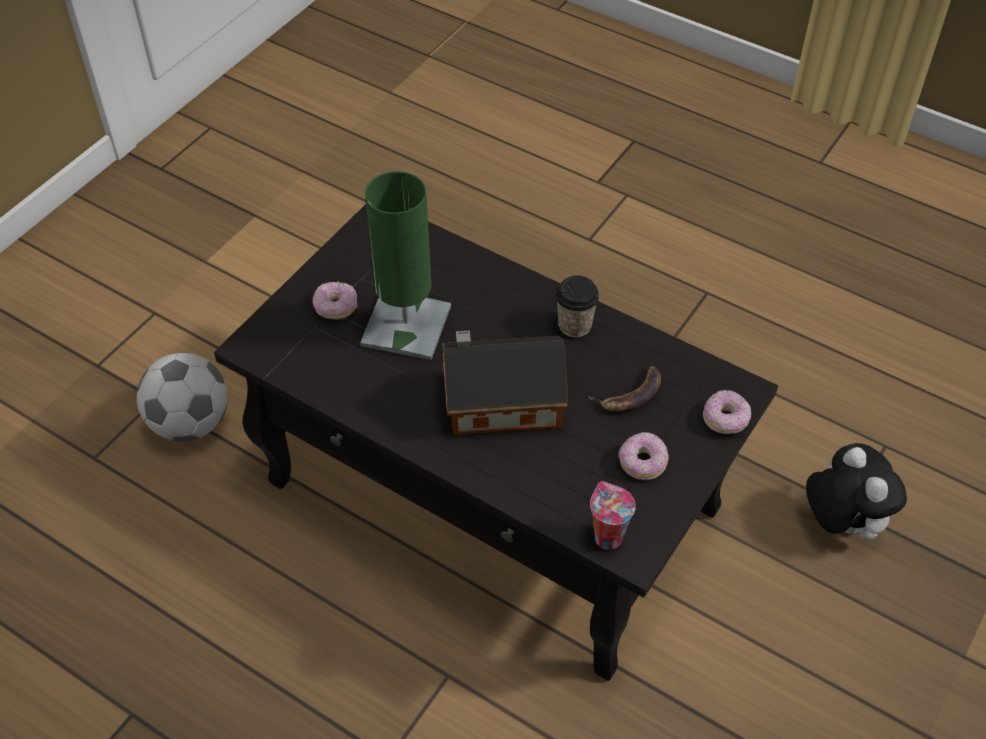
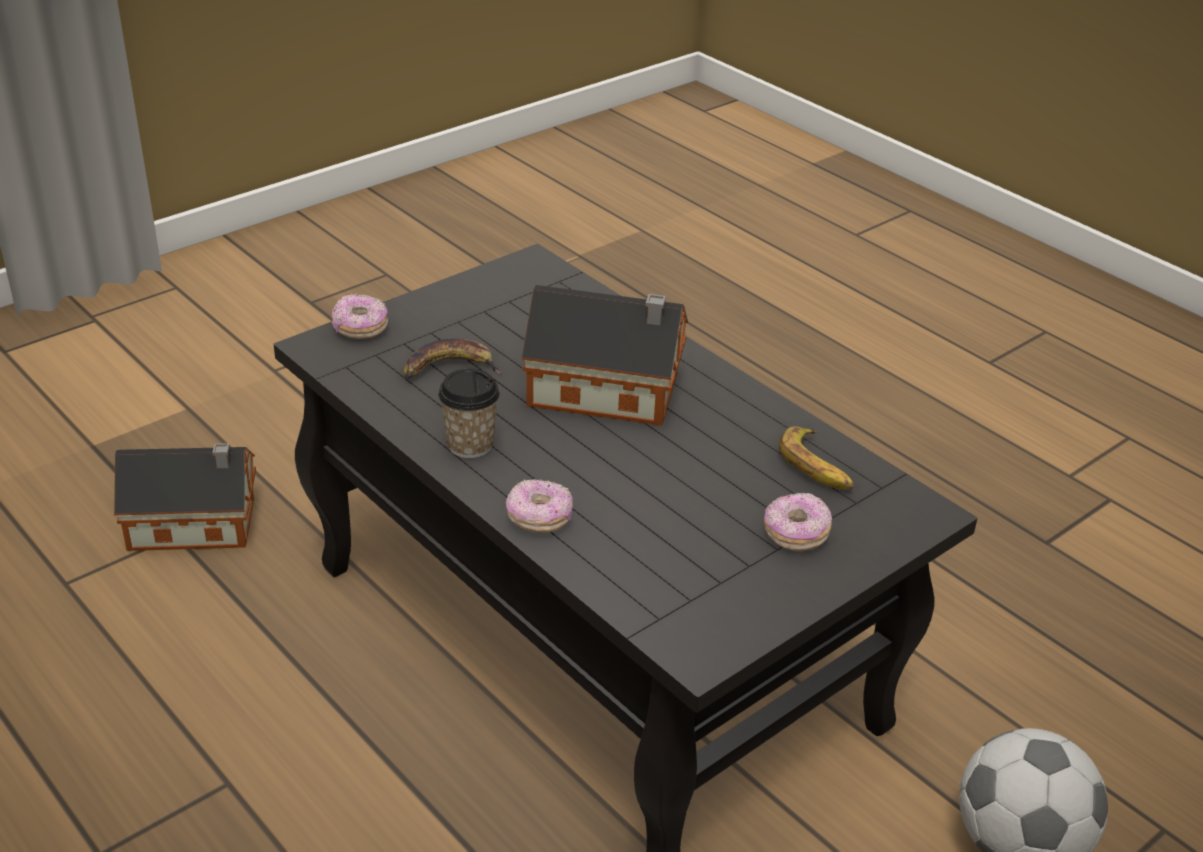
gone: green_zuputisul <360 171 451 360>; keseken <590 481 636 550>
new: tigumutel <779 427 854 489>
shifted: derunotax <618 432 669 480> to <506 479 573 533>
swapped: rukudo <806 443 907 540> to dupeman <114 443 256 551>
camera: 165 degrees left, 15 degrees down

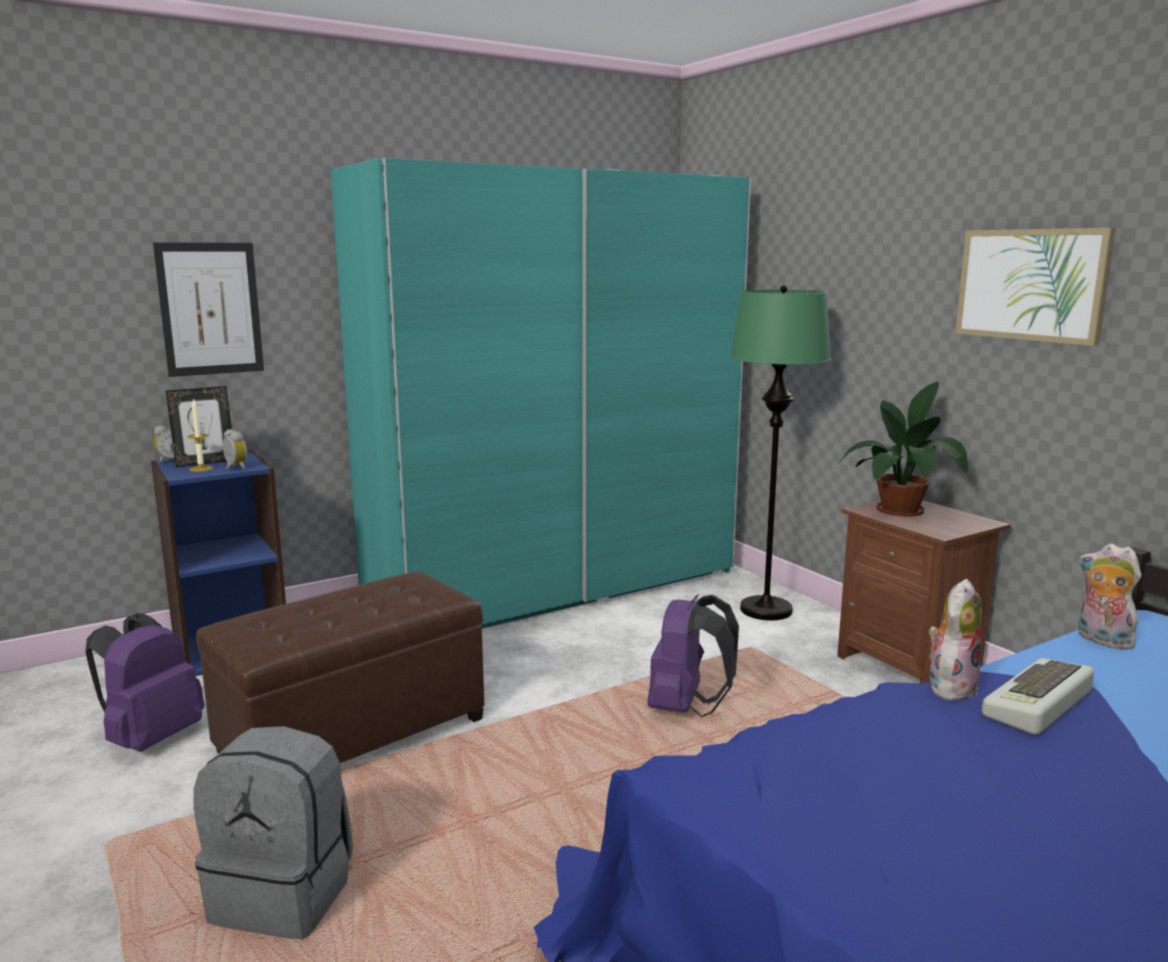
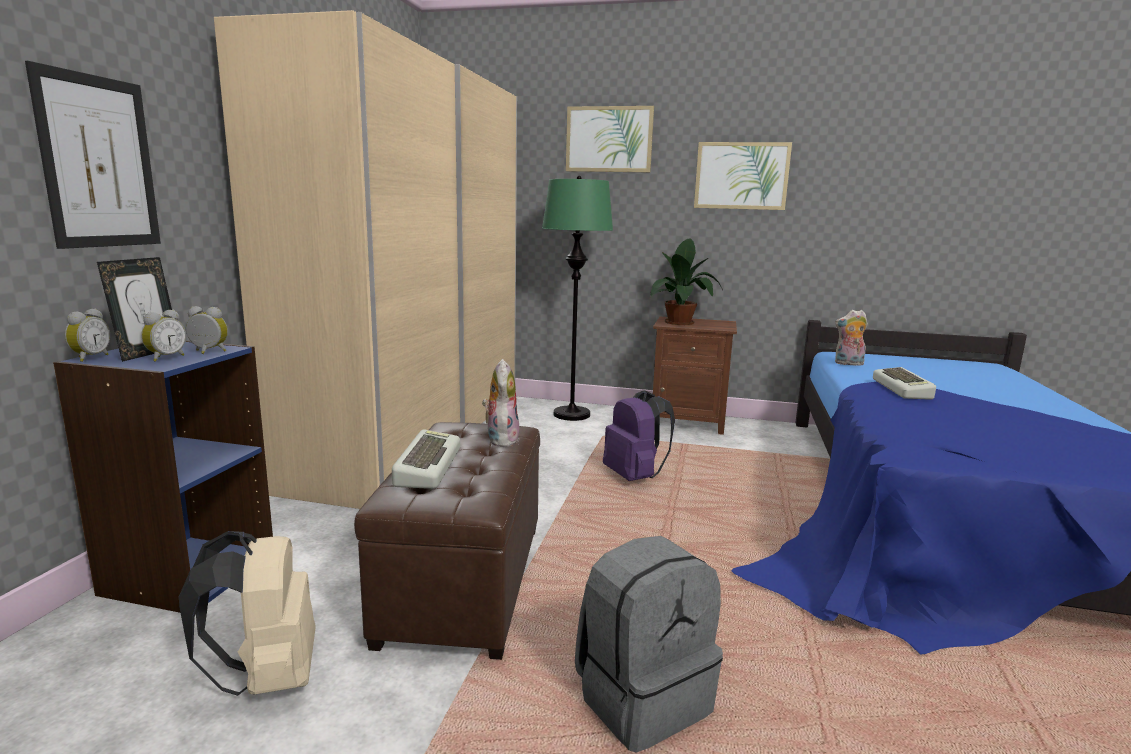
new: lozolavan <392 429 460 489>; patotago <566 106 654 172>
shifted: rukudo <928 579 982 701> to <482 359 520 447>
swapped: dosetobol <187 398 213 472> to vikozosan <141 310 186 362>
repainted: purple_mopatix <85 613 205 752> to beige_mopatix <179 531 315 696>; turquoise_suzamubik <331 158 751 628> to beige_suzamubik <214 10 517 509>
camera: 45 degrees left, 0 degrees up

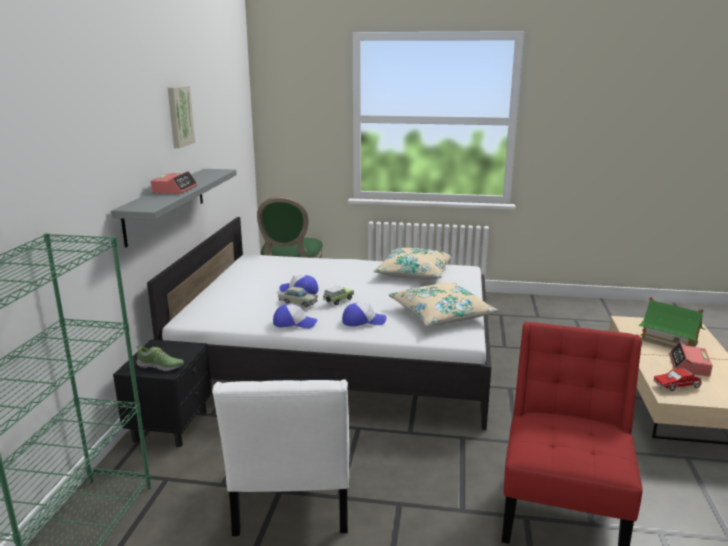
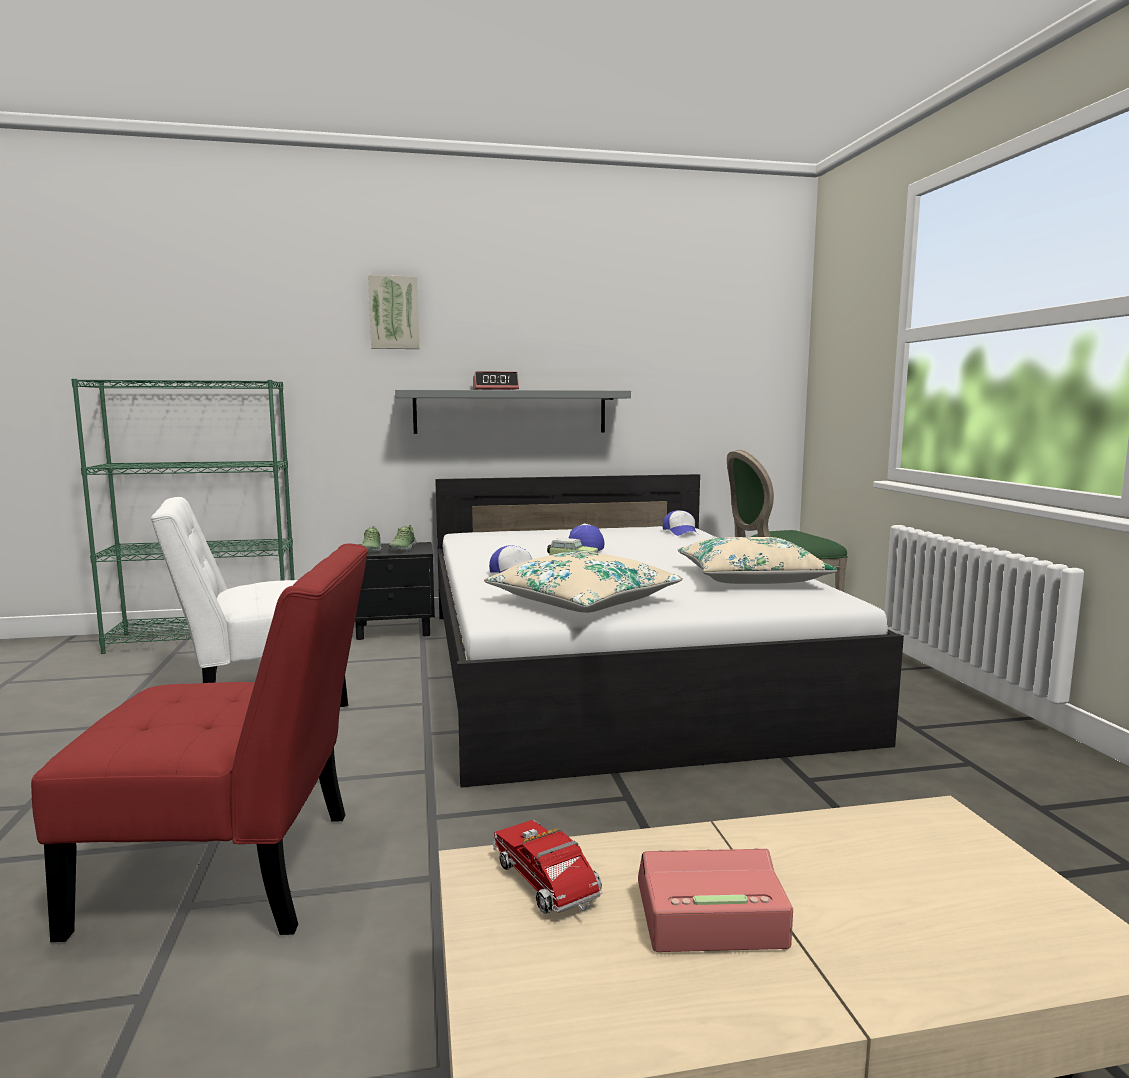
gone: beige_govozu <278 287 318 307>; dupeman <638 297 704 349>
new: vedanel <388 525 417 551>
shifted: patotago <168 86 195 148> to <368 275 419 349>; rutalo <273 304 318 329> to <662 510 698 536>
camera: 70 degrees right, 10 degrees down

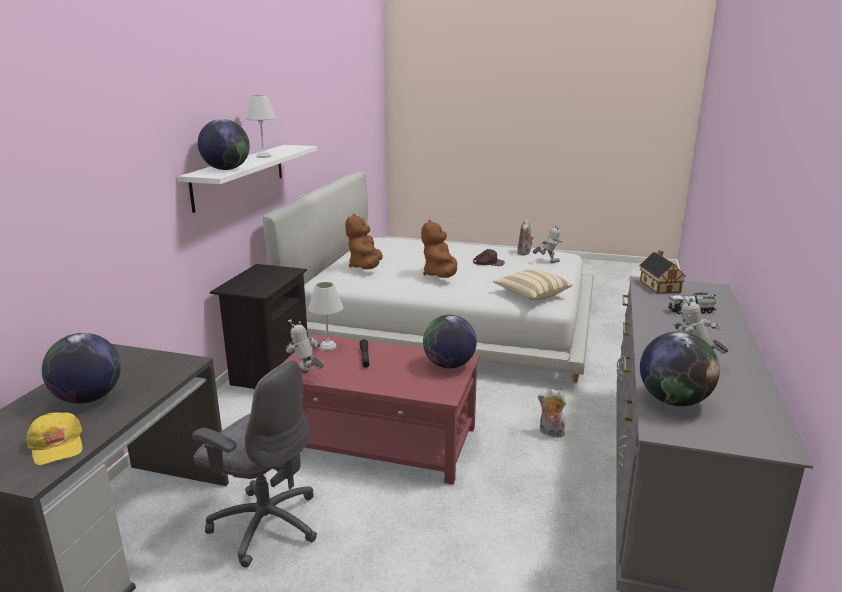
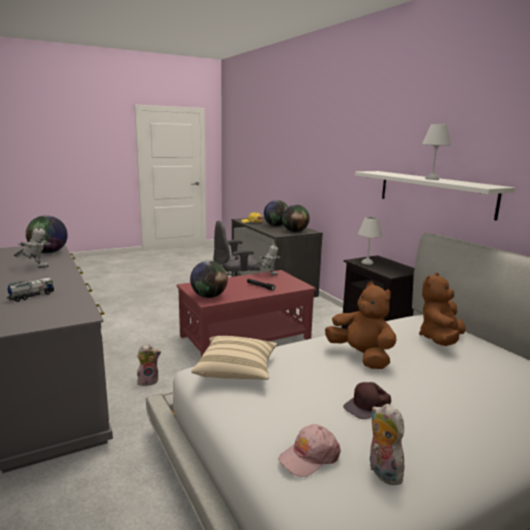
gone: dupeman <639 250 686 294>
shifted: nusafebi <198 119 250 170> to <282 205 310 232>; white_zuputisul <308 282 343 351> to <358 217 382 265>
swapped: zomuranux <533 226 562 263> to pink_rutalo <278 424 341 477>
rotated: brown_rukudo <345 214 383 269> = <419 273 466 346> 105 degrees counterclockwise
camera: 135 degrees right, 5 degrees down

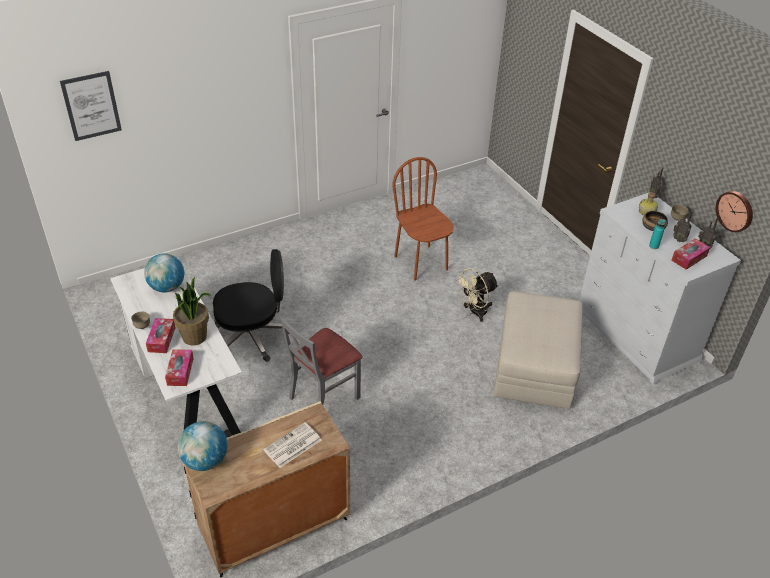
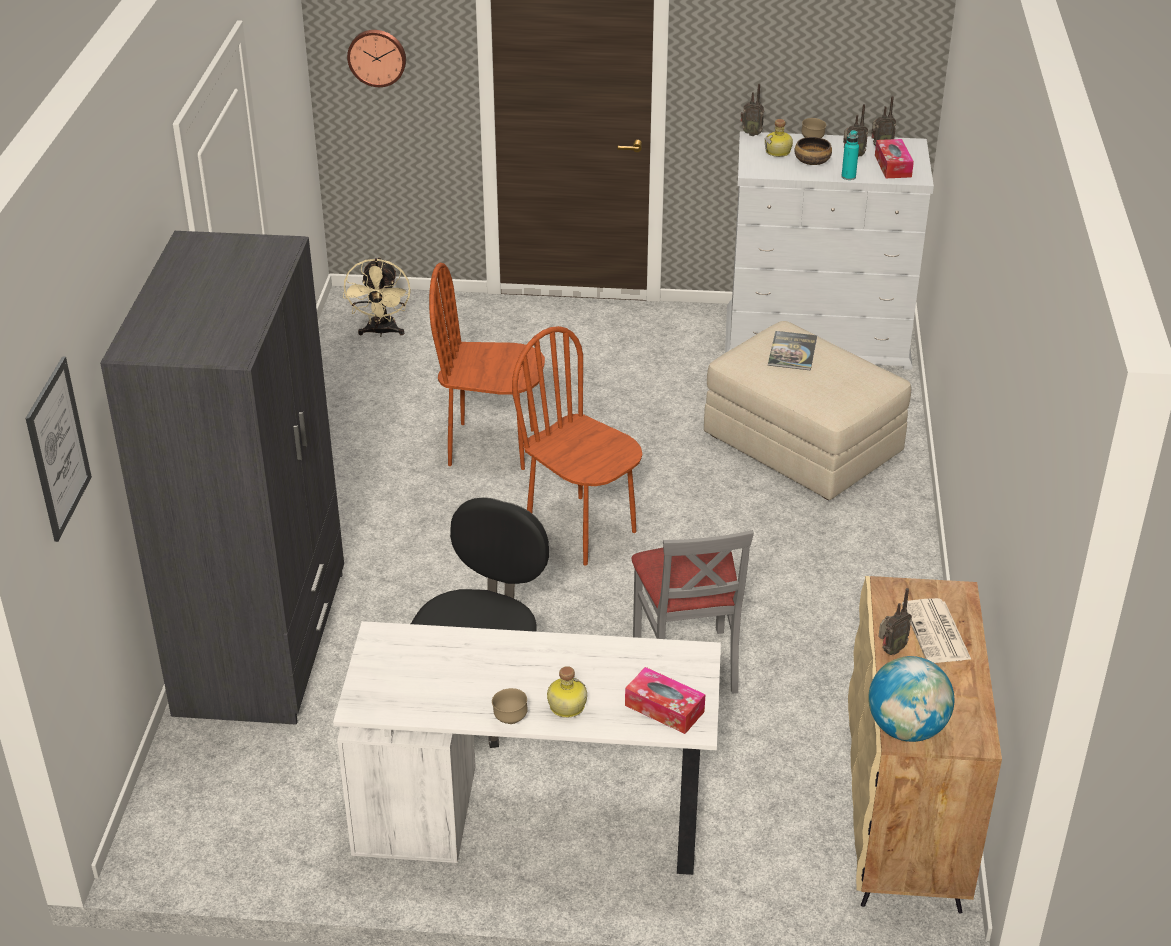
gone: nusafebi <144 254 184 292>; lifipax <173 277 211 345>
new: grey_suzamubik <100 231 344 725>; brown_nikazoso <512 326 643 566>; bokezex <768 331 817 370>; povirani <878 588 912 655>
shifted: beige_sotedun <455 268 499 322> to <343 257 411 337>; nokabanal <716 191 753 232> to <347 30 406 87>
swapped: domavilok <146 318 175 353> to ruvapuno <547 666 587 718>
camera: 55 degrees left, 5 degrees down

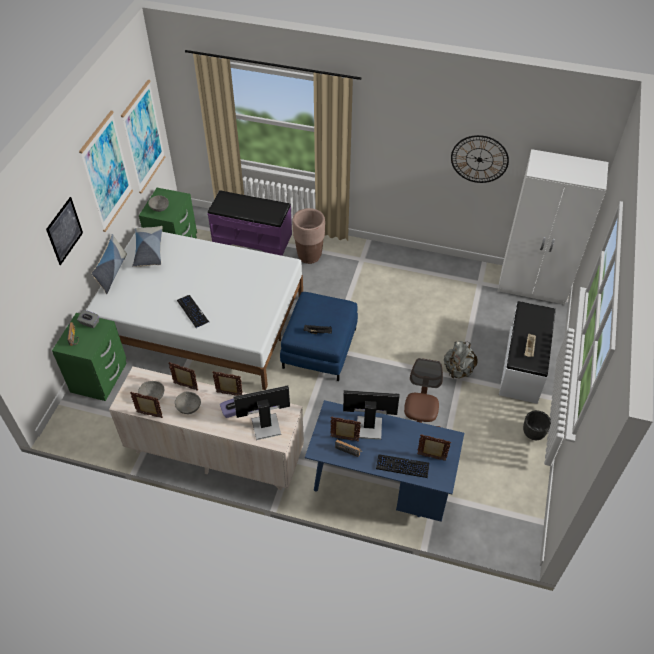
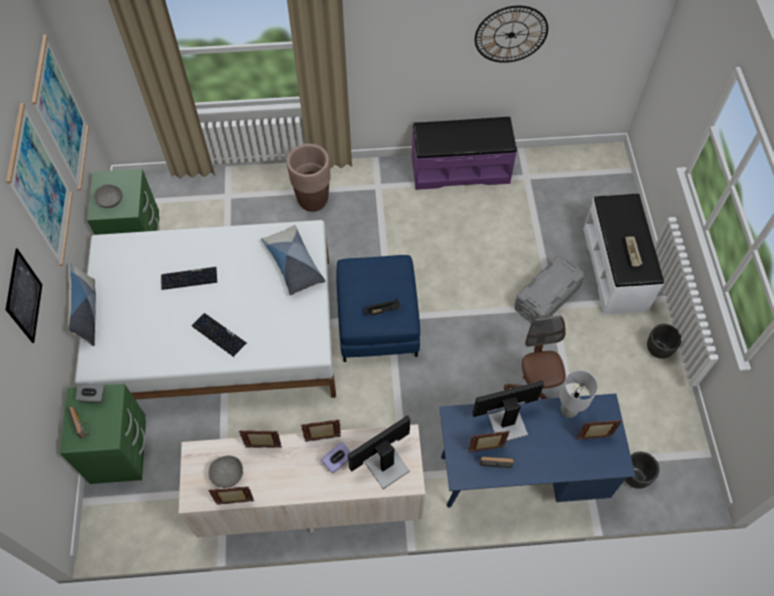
gone: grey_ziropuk <175 391 201 414>; white_suzamubik <497 149 608 305>
new: grey_zuputisul <560 370 598 418>; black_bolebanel <625 452 660 489>
shifted: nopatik <132 226 163 267> to <261 225 325 295>; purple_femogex <207 190 292 256> to <412 117 517 190>; lozolavan <376 454 430 478> to <161 267 218 290>
swapped: grey_mopatix <444 341 478 379> to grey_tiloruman <515 256 584 323>
camera: 20 degrees left, 10 degrees up

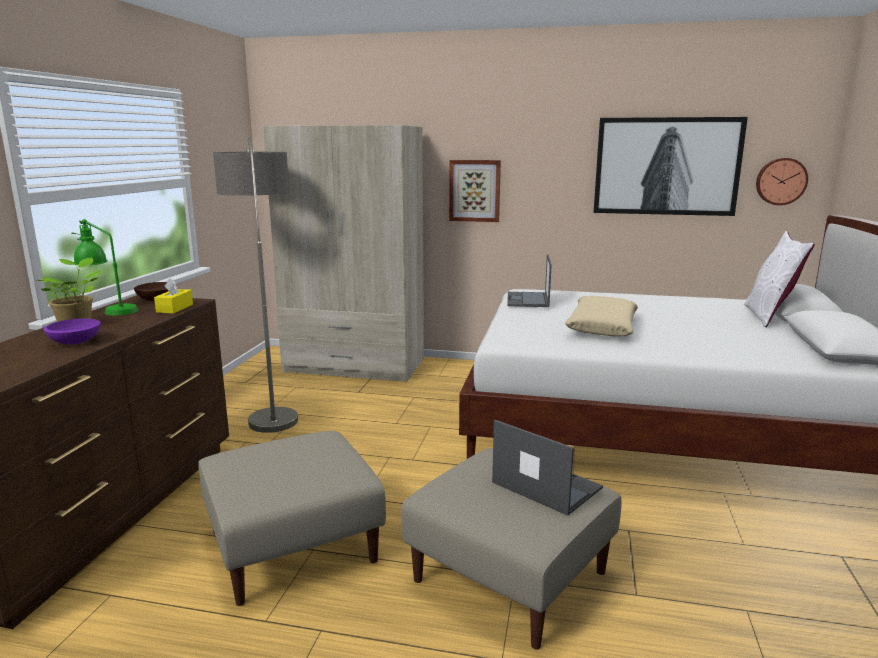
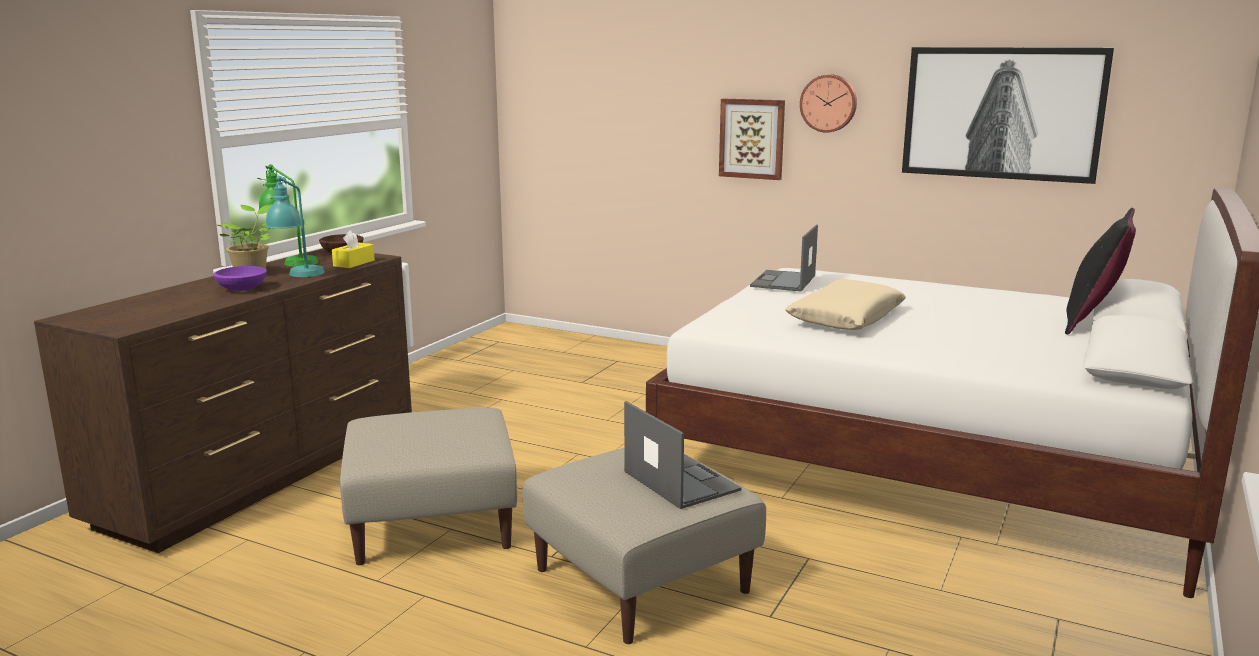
gone: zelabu <213 137 298 433>; beige_suzamubik <263 125 424 382>
new: turquoise_zuputisul <265 176 325 277>
shifted: nokabanal <756 158 808 205> to <800 74 857 133>
repainted: white_nopatik <744 231 815 327> to black_nopatik <1065 208 1136 335>
camera: 15 degrees right, 0 degrees up

